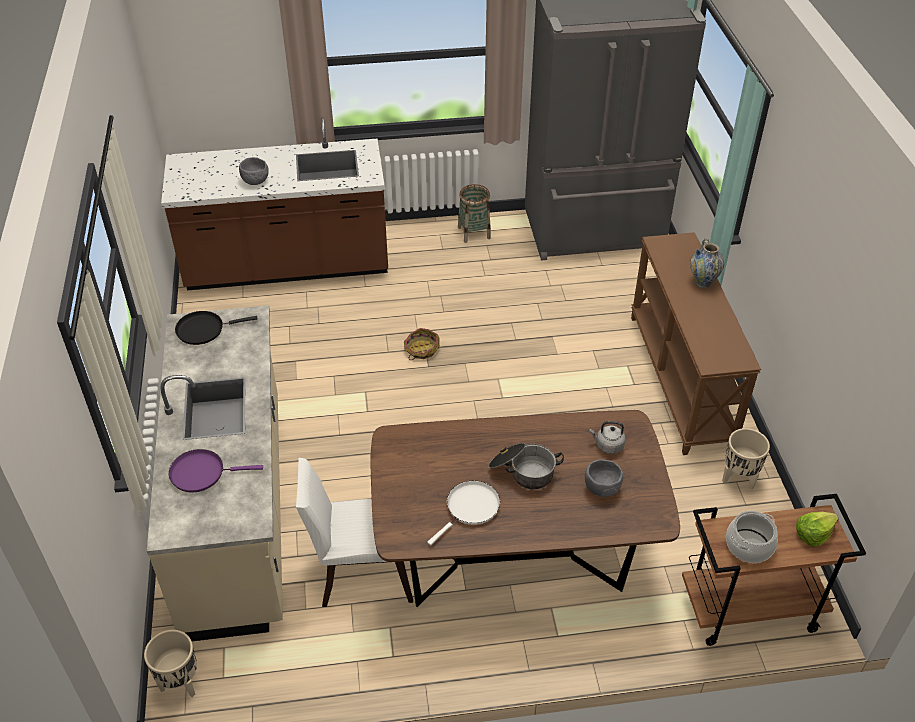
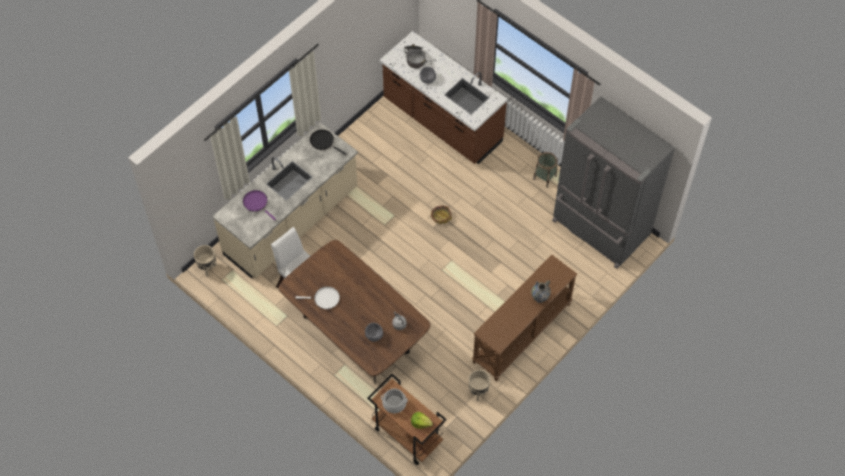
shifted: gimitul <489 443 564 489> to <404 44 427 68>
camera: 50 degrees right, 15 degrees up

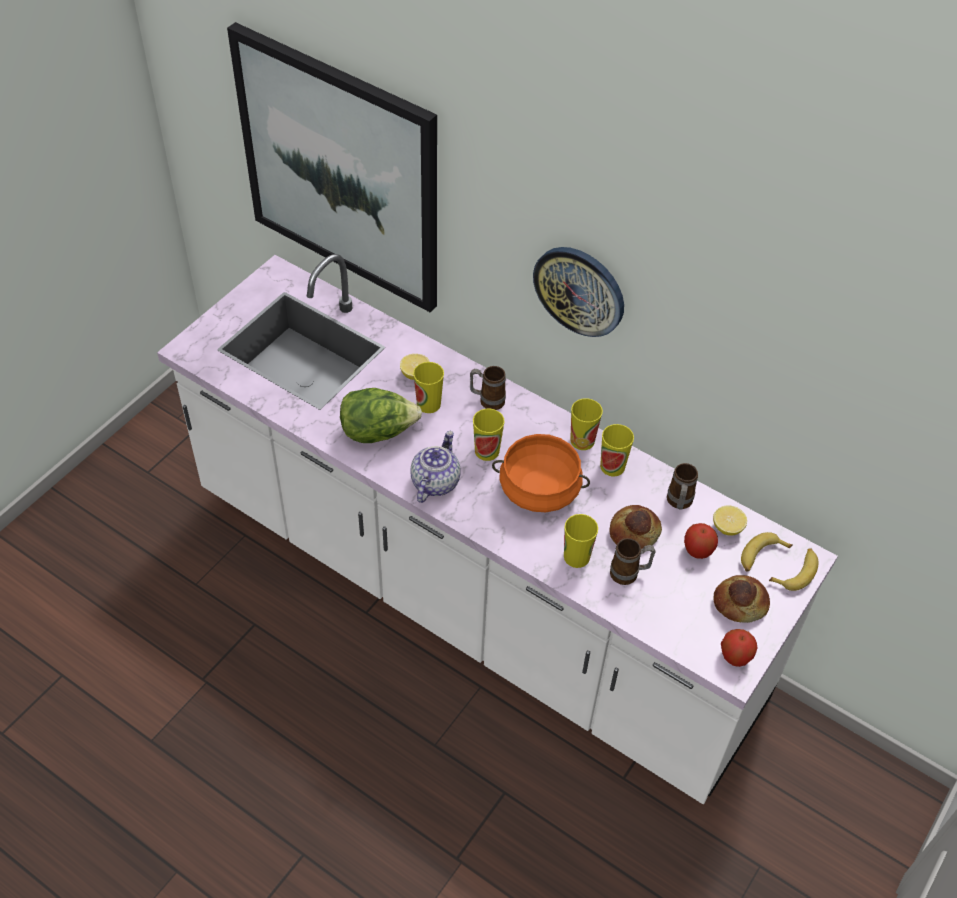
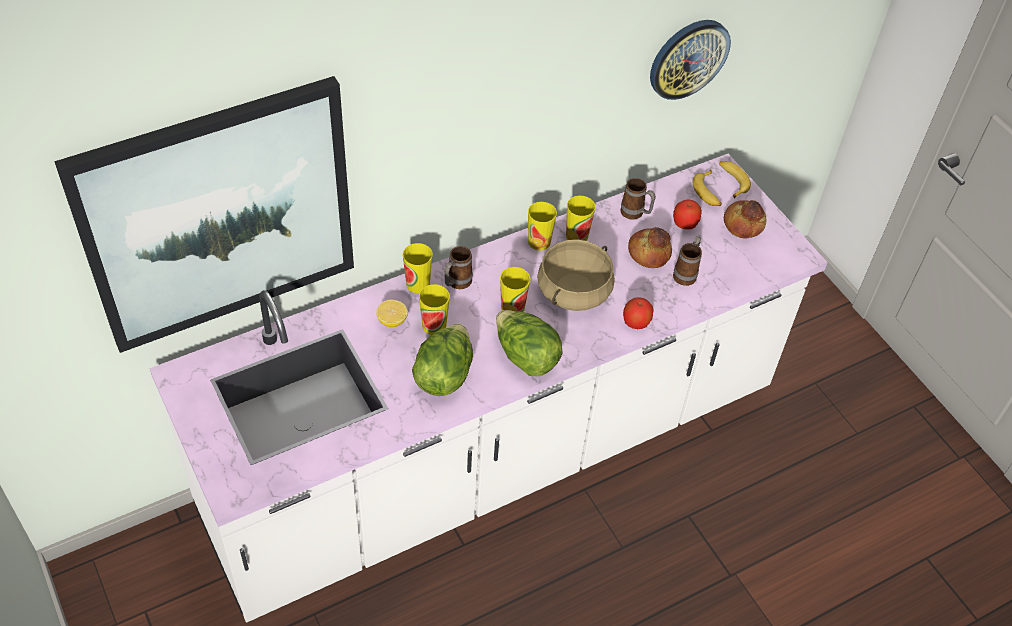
gone: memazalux <713 505 747 536>
shifted: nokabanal <533 247 624 337> to <650 20 731 100>; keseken <564 514 598 568> to <403 243 433 293>; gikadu <721 629 757 667> to <623 297 654 329>
swapped: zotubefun <410 431 461 503> to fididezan <496 310 563 376>
repainted: orange_gimitul <492 434 590 512> to beige_gimitul <537 239 615 311>
camera: 65 degrees left, 0 degrees up

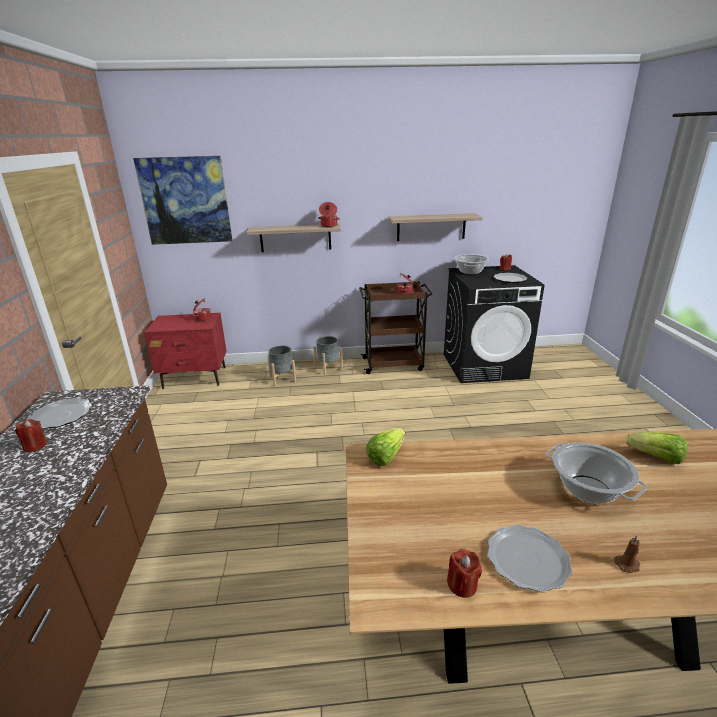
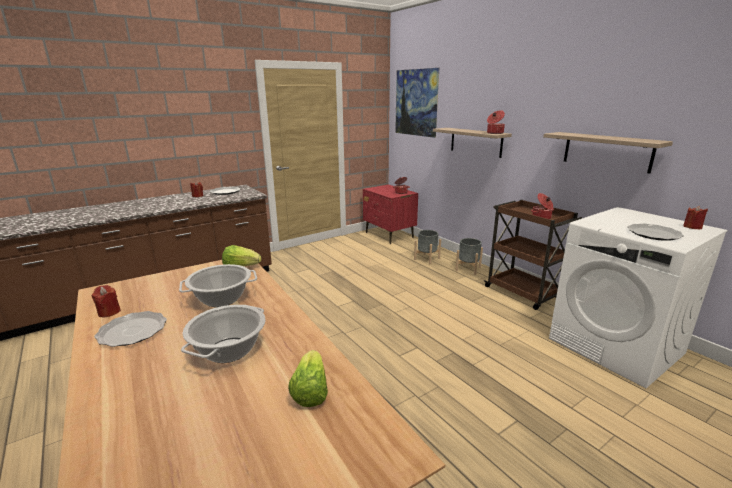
gone: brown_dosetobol <614 535 640 573>
shifted: gimitul <454 254 489 274> to <179 264 257 307>
repainted: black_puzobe <444 265 544 383> to white_puzobe <549 207 728 388>
camera: 60 degrees right, 5 degrees down

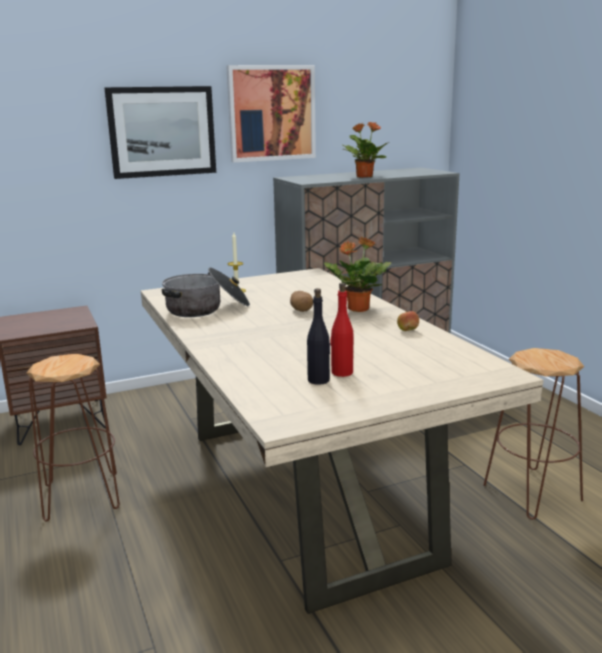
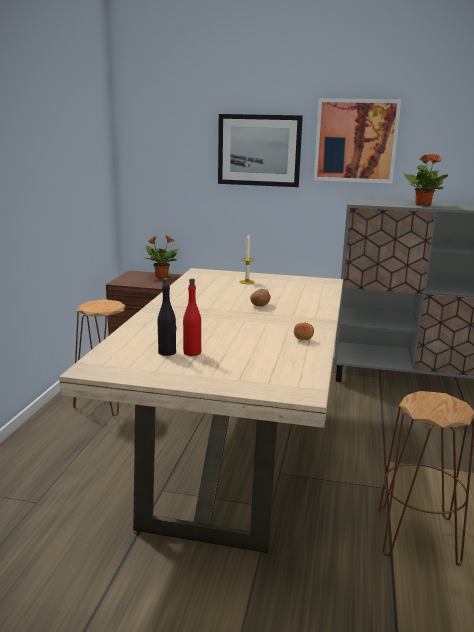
gone: gimitul <162 267 250 317>
shifted: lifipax <324 237 391 312> to <145 235 178 278>
camera: 35 degrees right, 0 degrees up

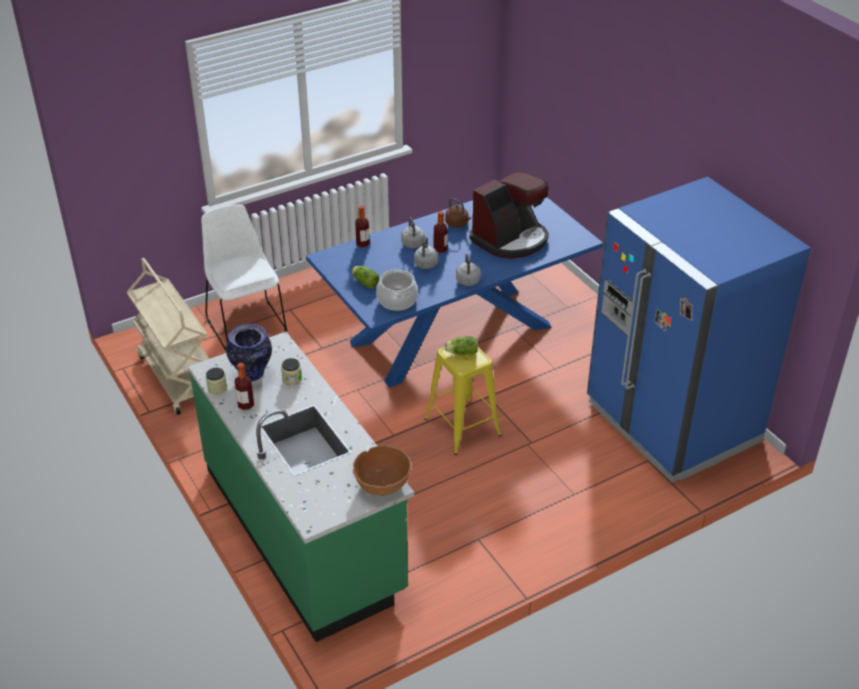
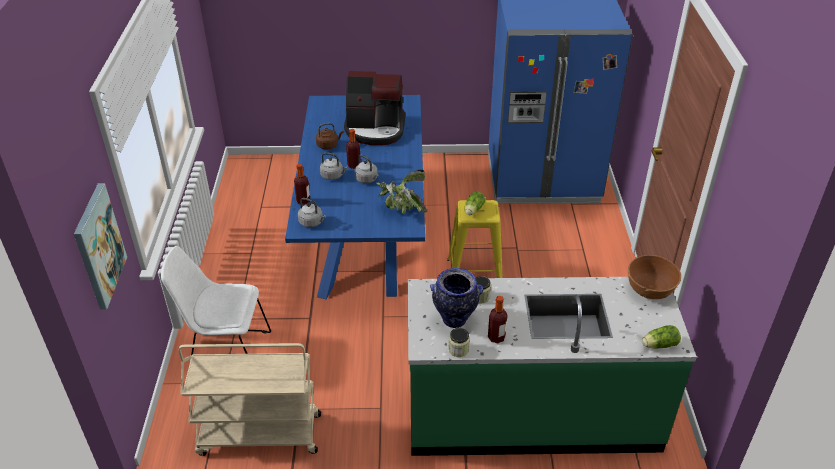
new: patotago <74 183 127 310>
shifted: fididezan <352 266 379 288> to <642 325 681 349>; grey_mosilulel <456 254 481 286> to <298 198 326 227>
swapped: gimitul <376 270 418 311> to lifipax <377 169 428 214>
rotated: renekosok <470 171 549 259> = <344 71 406 145> 105 degrees clockwise
camera: 60 degrees left, 0 degrees up

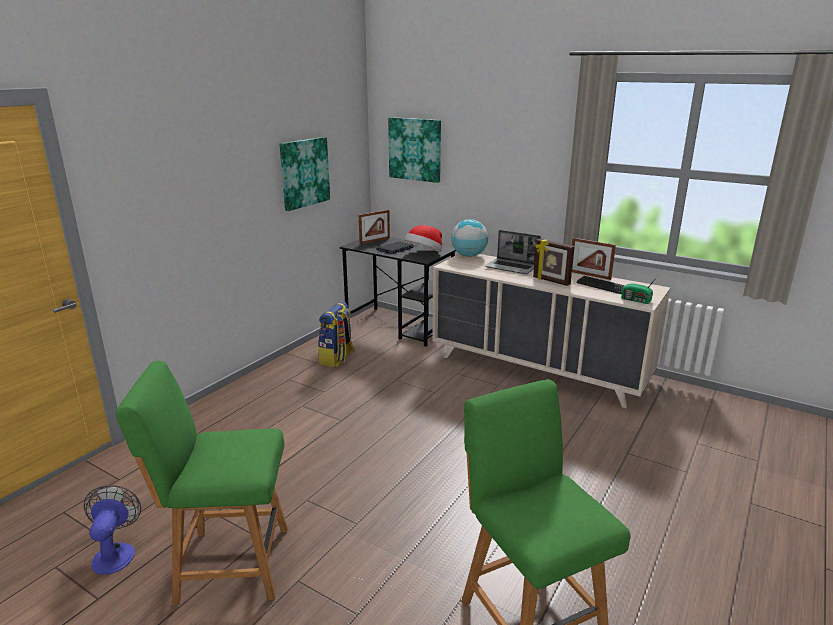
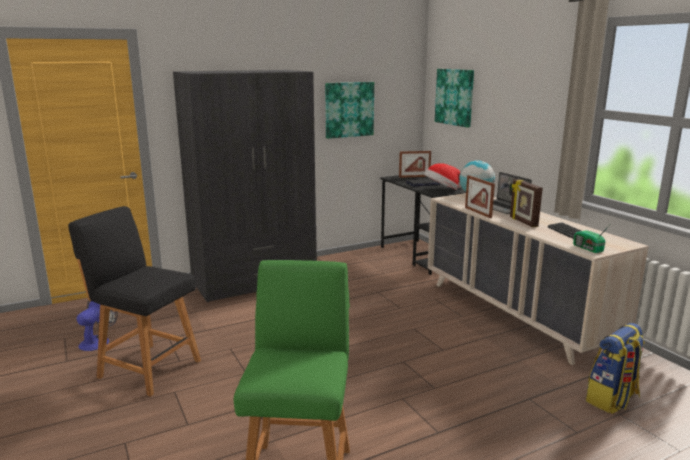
new: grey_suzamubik <173 70 317 302>
shifted: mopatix <318 302 355 367> to <586 323 645 414>; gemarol <572 238 616 280> to <465 175 495 218>
repainted: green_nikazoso <115 361 288 605> to black_nikazoso <68 206 201 397>
camera: 30 degrees right, 5 degrees down

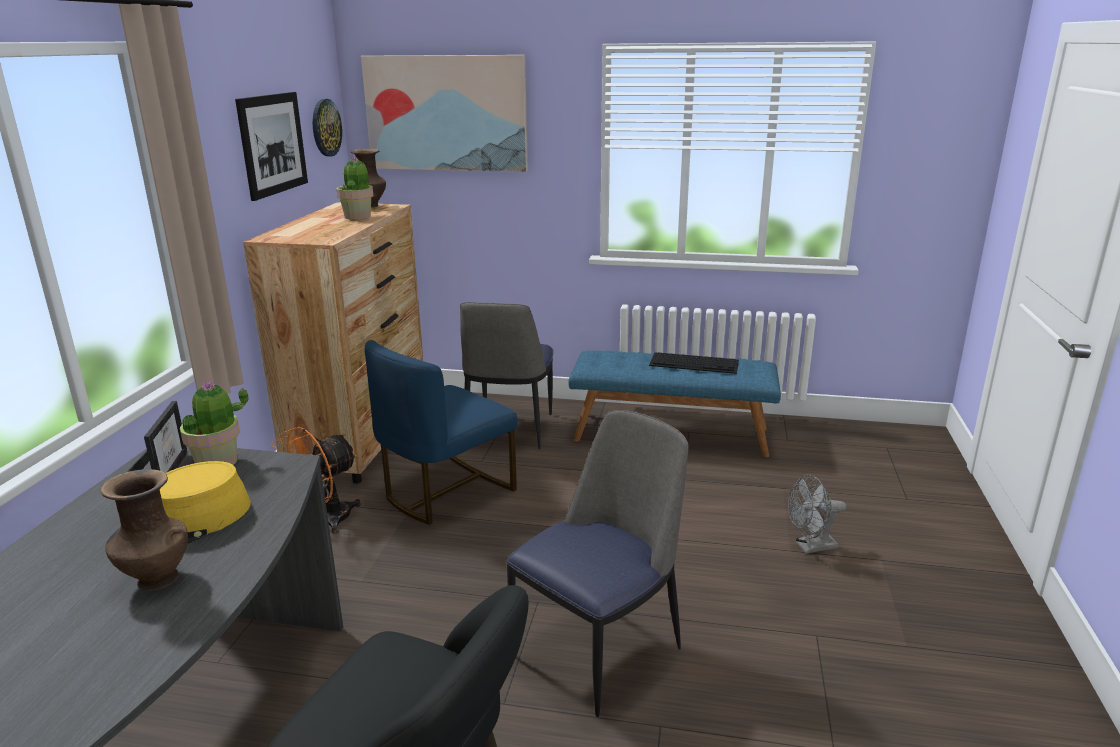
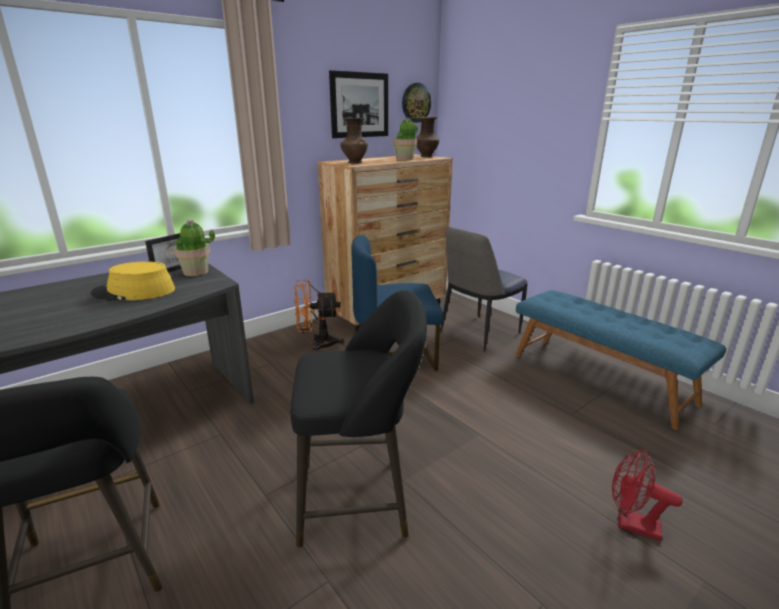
gone: patotago <361 55 528 172>; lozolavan <649 352 739 374>
shifted: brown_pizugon <101 469 188 591> to <340 118 368 164>
swapped: nikazoso <507 410 689 717> to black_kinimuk <290 290 427 548>
repainted: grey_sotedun <788 474 846 554> to red_sotedun <612 449 683 541>
camera: 40 degrees right, 0 degrees up

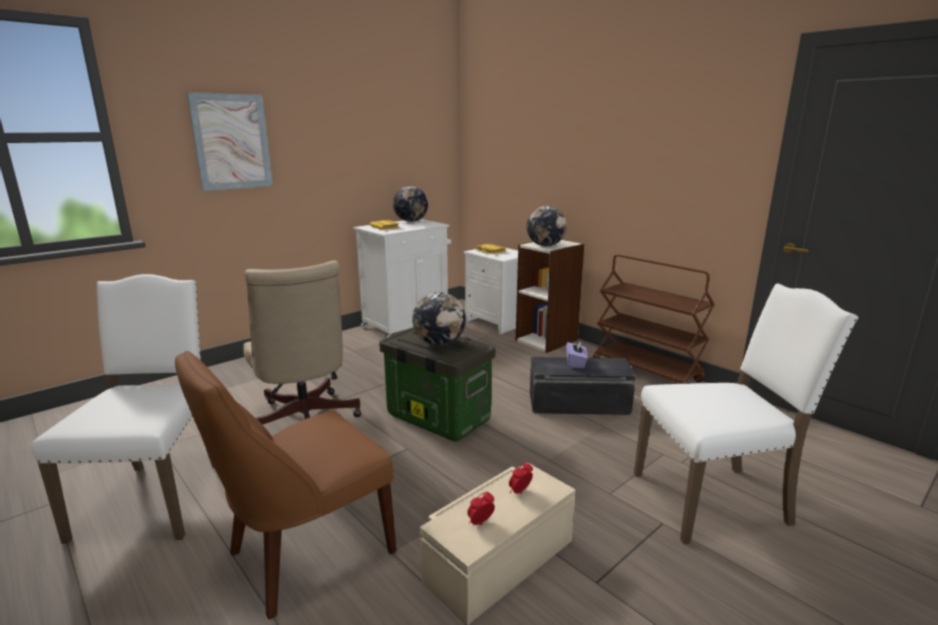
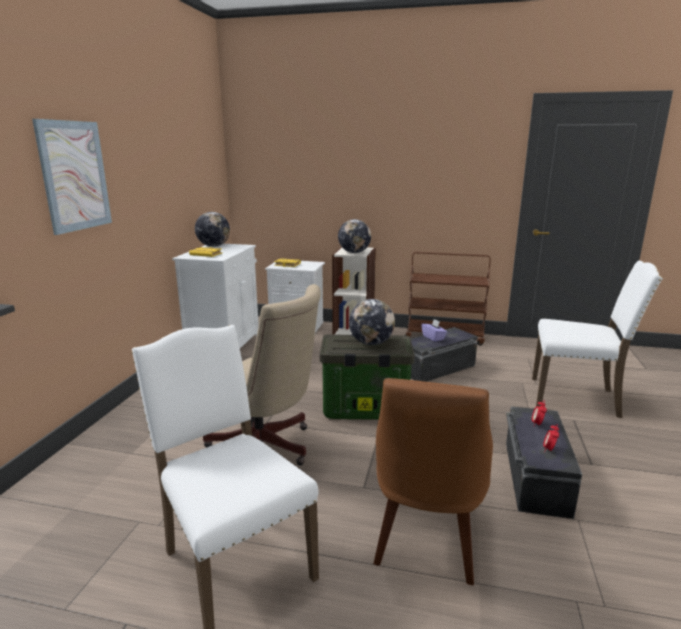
repainted: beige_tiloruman <420 463 576 625> to black_tiloruman <506 406 582 519>
rotated: white_nikazoso <634 284 859 544> = <532 261 663 418> 60 degrees clockwise
camera: 35 degrees left, 0 degrees up

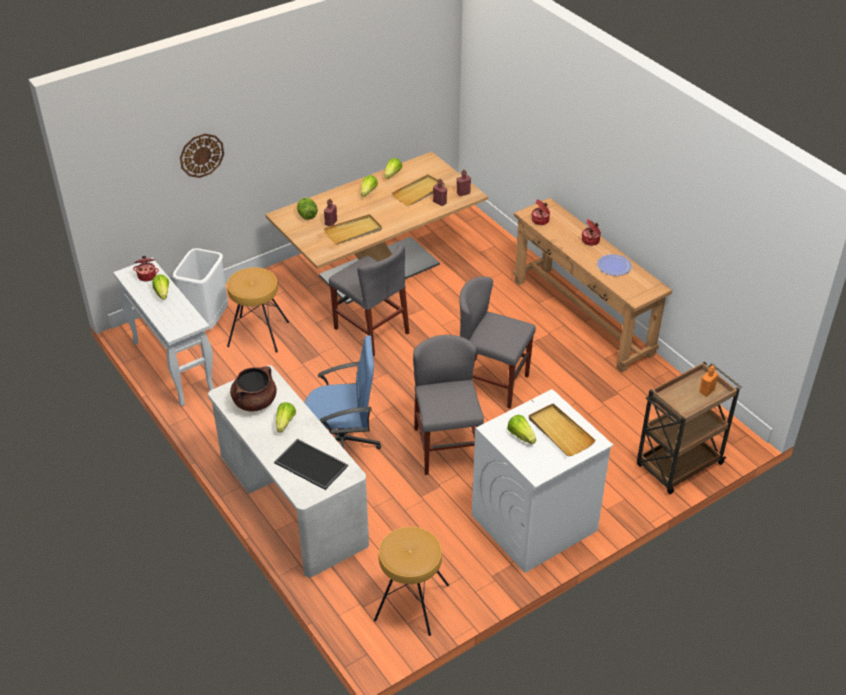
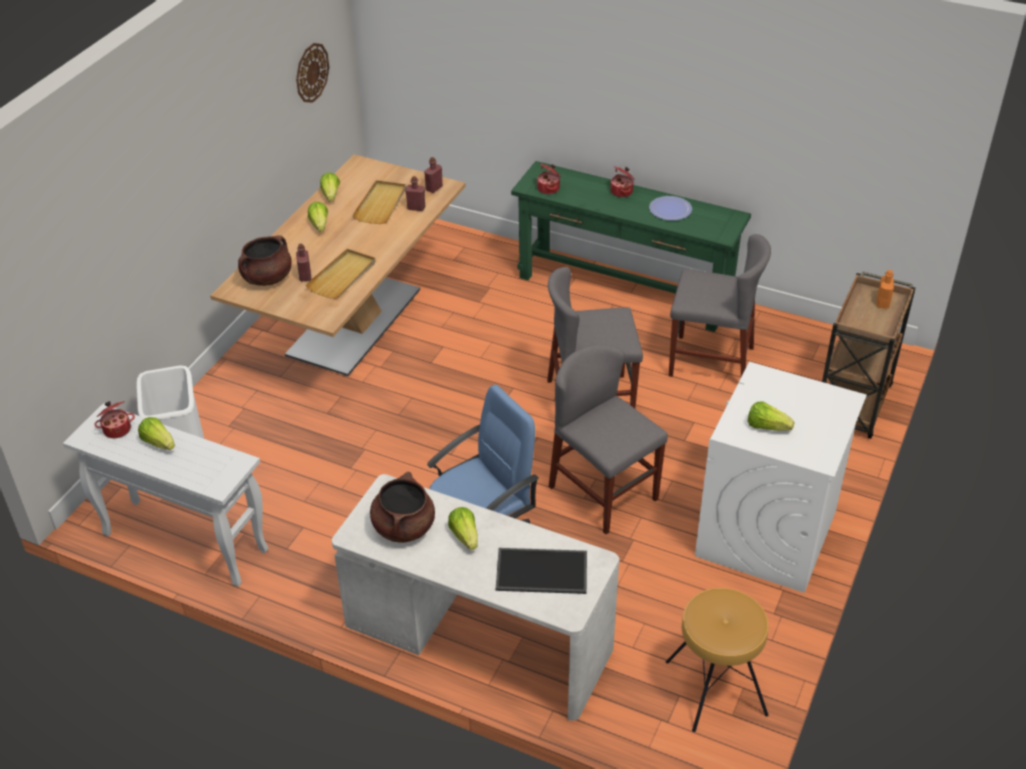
gone: brown_kinimuk <227 267 289 353>; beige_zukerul <529 404 595 456>
shifted: nokabanal <180 134 224 178> to <296 43 329 103>; grey_nikazoso <329 244 409 356> to <669 234 771 377>
swapped: fididezan <297 198 318 220> to brown_gimitul <238 235 292 286>
repainted: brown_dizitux <513 198 672 373> to green_dizitux <511 161 751 332>
camera: 30 degrees left, 0 degrees up

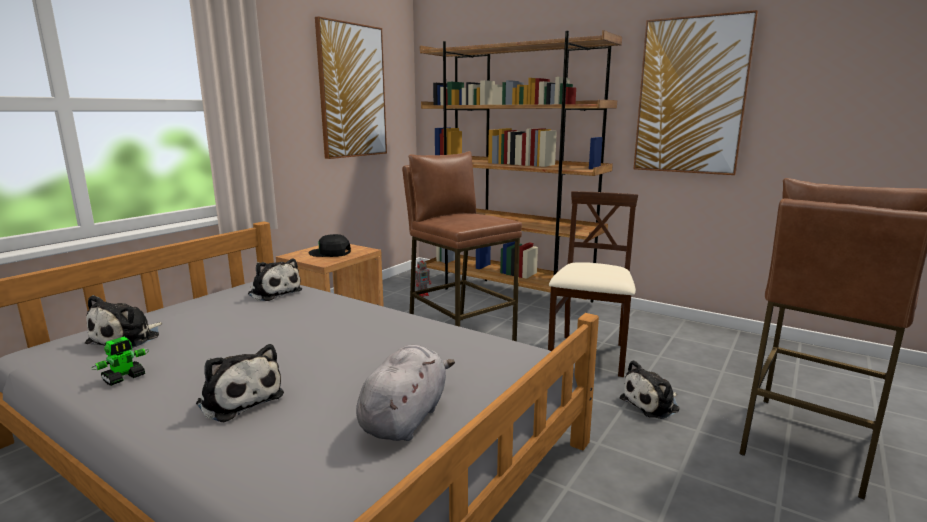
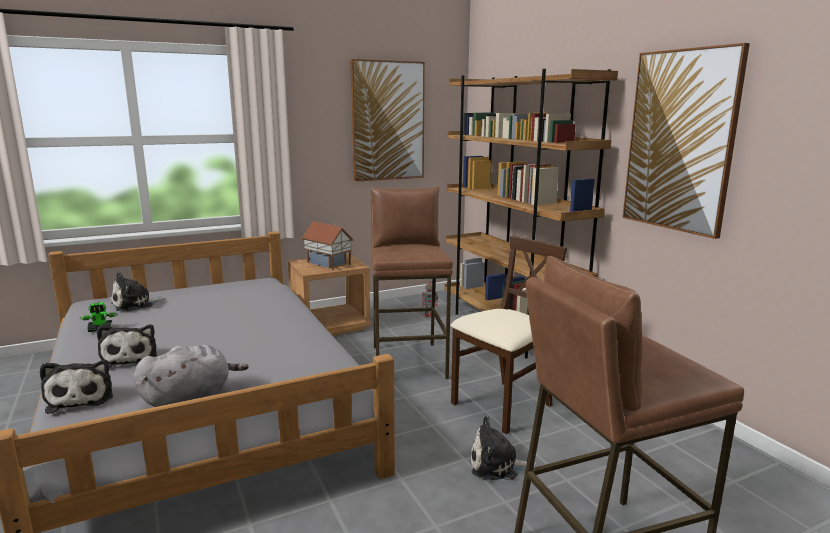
shifted: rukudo <248 258 302 301> to <40 360 113 414>
swapped: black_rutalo <308 234 351 257> to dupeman <302 221 354 270>
camera: 30 degrees right, 0 degrees up

